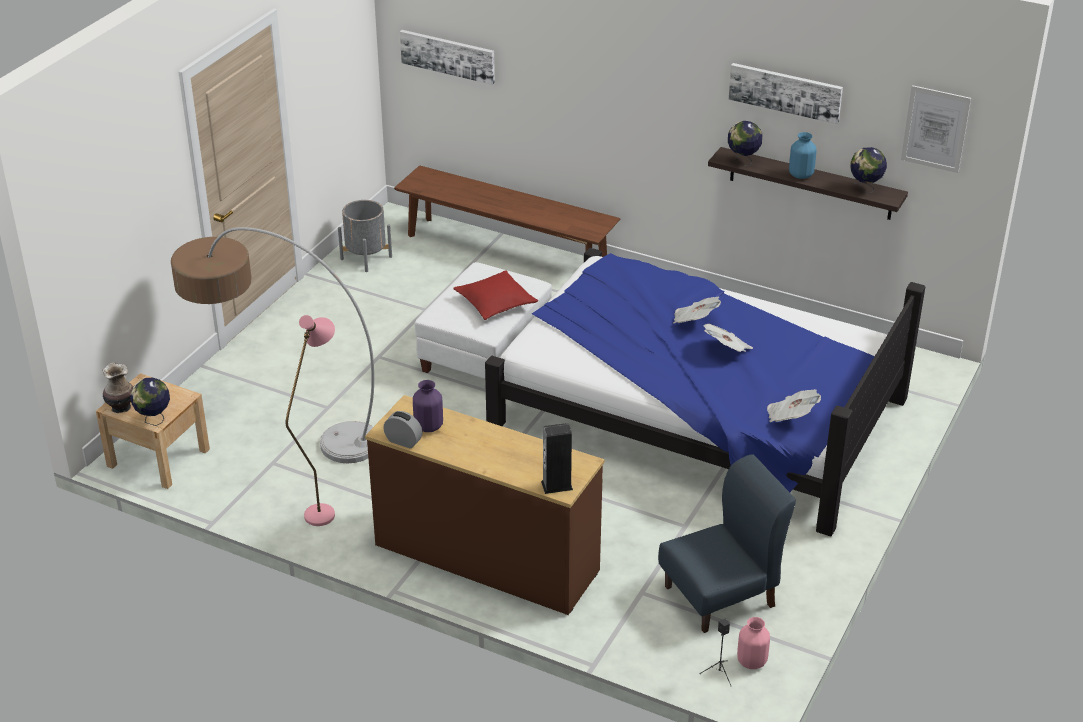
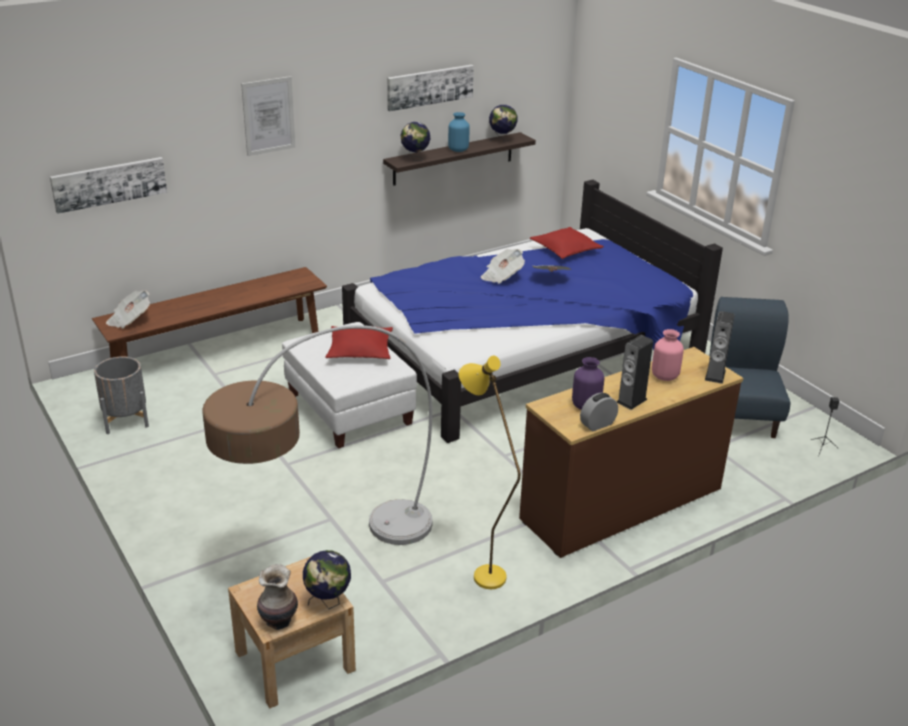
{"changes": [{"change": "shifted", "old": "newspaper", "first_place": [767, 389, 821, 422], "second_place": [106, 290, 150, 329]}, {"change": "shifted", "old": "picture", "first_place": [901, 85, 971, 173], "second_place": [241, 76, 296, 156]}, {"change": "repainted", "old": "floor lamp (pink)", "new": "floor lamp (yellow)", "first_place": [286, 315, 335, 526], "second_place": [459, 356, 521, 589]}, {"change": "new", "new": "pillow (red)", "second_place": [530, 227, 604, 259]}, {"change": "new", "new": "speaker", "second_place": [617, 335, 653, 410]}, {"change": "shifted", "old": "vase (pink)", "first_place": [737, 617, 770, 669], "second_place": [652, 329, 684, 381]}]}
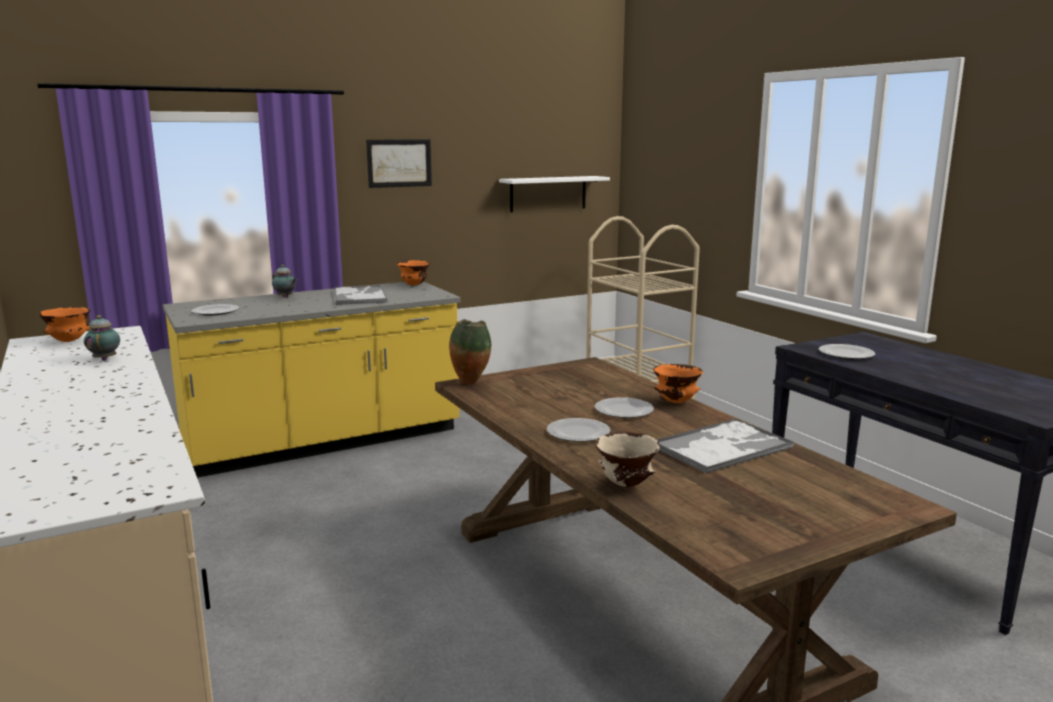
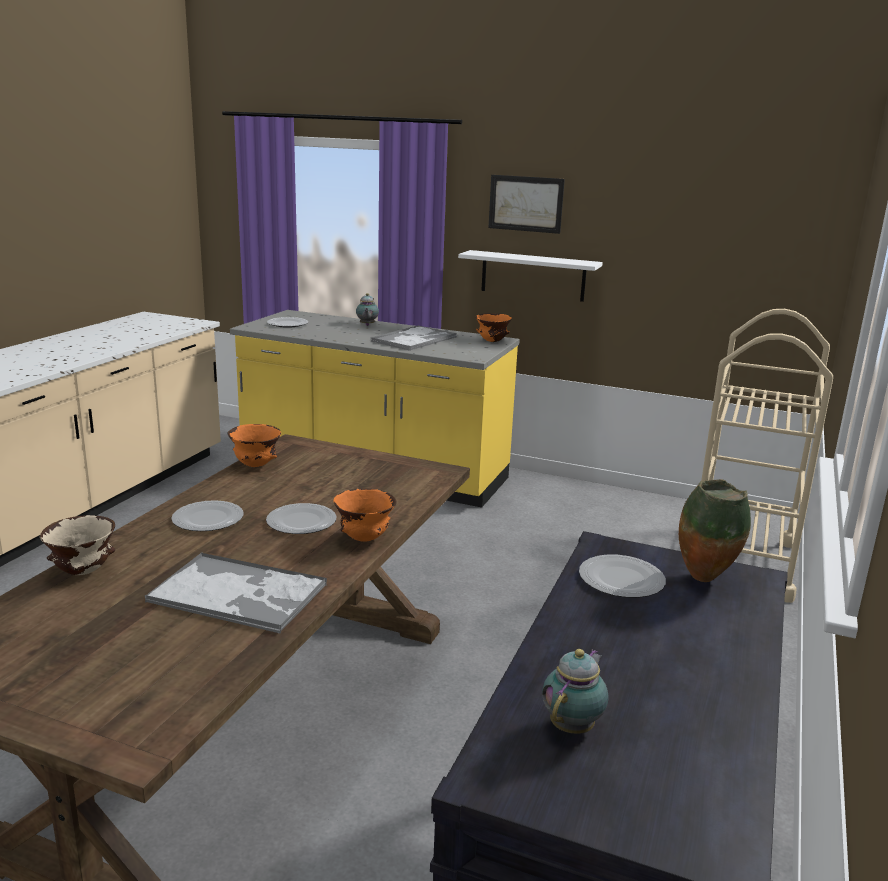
{"changes": [{"change": "shifted", "old": "bowl (orange)", "first_place": [39, 307, 91, 342], "second_place": [228, 424, 281, 467]}, {"change": "shifted", "old": "shelf (white)", "first_place": [499, 176, 610, 212], "second_place": [458, 250, 603, 302]}, {"change": "shifted", "old": "teapot", "first_place": [84, 315, 120, 361], "second_place": [542, 649, 608, 734]}, {"change": "shifted", "old": "vase", "first_place": [449, 319, 491, 385], "second_place": [679, 479, 751, 582]}]}
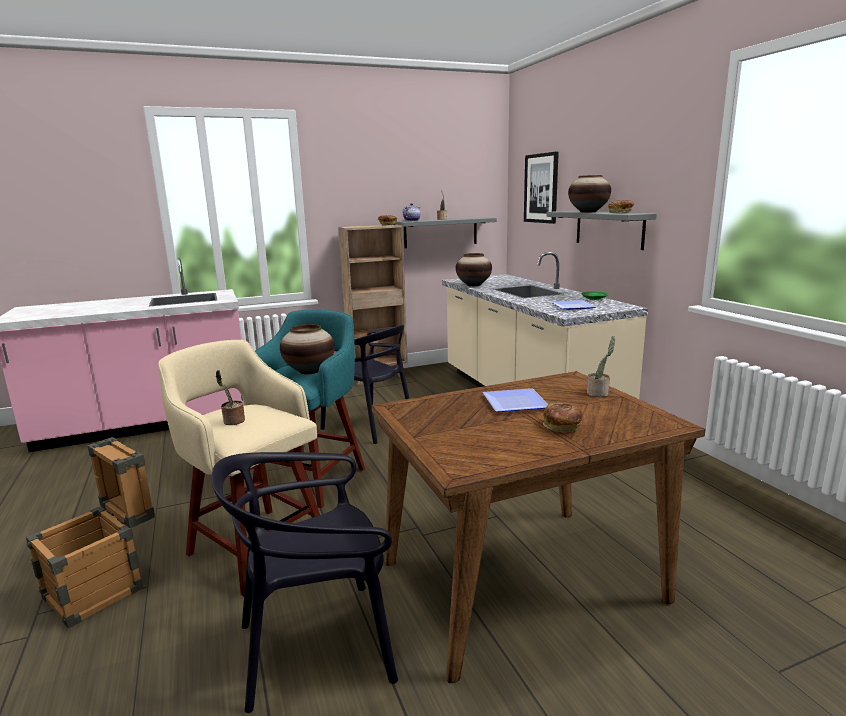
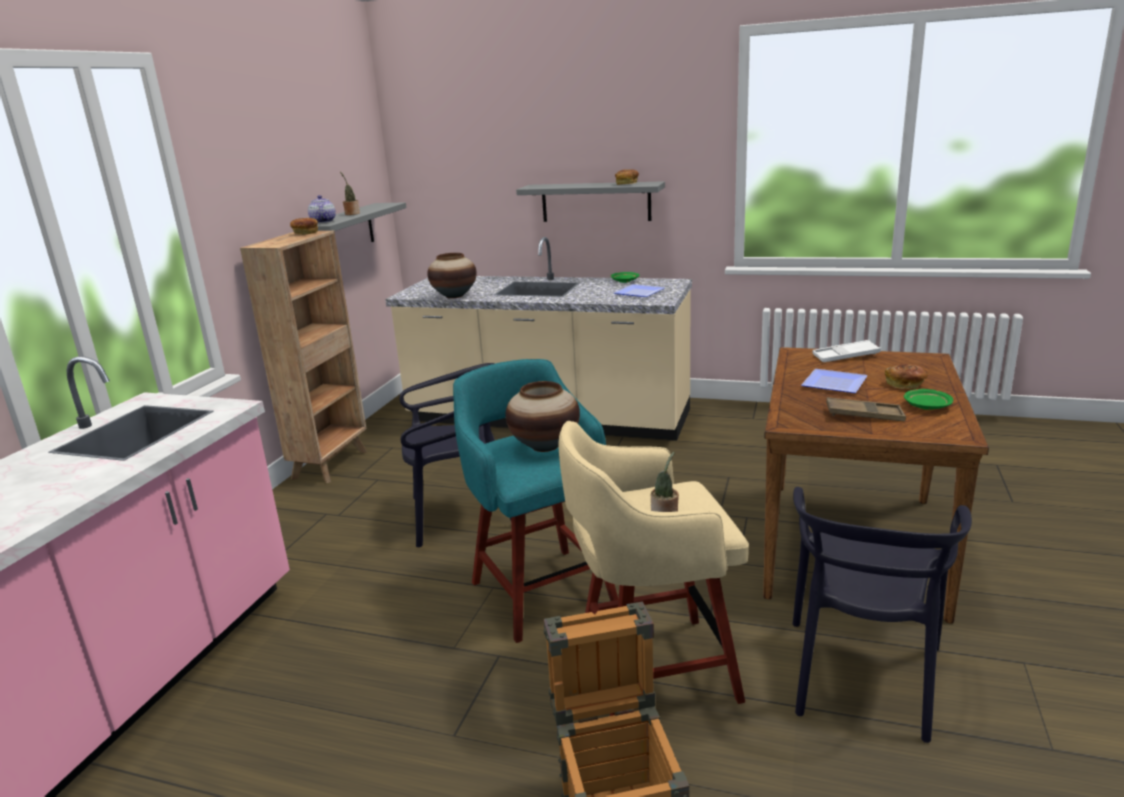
{"changes": [{"change": "swapped", "old": "potted plant", "new": "tray (white)", "first_place": [587, 336, 615, 397], "second_place": [813, 340, 881, 362]}, {"change": "new", "new": "tray (brown)", "second_place": [826, 397, 906, 421]}, {"change": "new", "new": "plate (green)", "second_place": [904, 389, 953, 410]}, {"change": "gone", "old": "picture", "first_place": [524, 152, 559, 224]}, {"change": "gone", "old": "vase", "first_place": [568, 175, 611, 213]}]}
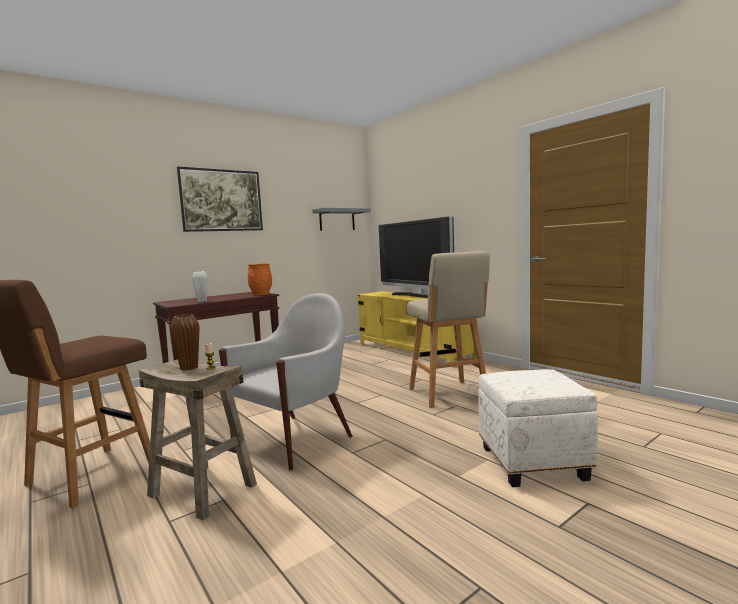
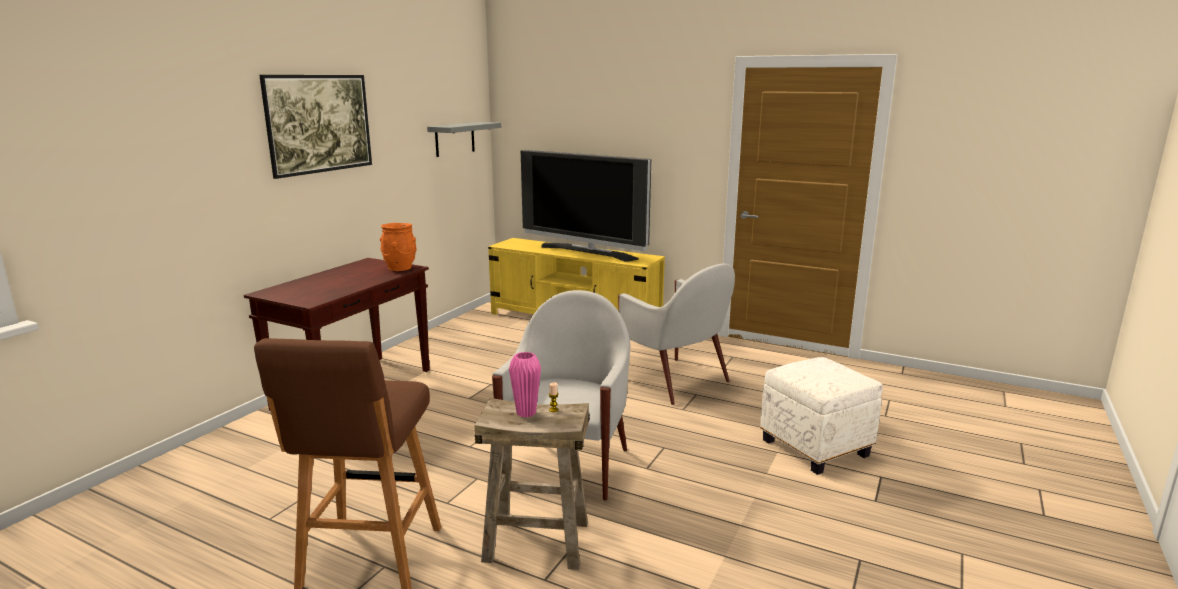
{"changes": [{"change": "repainted", "old": "vase (brown)", "new": "vase (pink)", "first_place": [170, 314, 200, 370], "second_place": [509, 352, 541, 417]}, {"change": "swapped", "old": "stool (beige)", "new": "armchair (white)", "first_place": [407, 251, 490, 408], "second_place": [618, 263, 735, 405]}, {"change": "gone", "old": "vase (white)", "first_place": [192, 271, 208, 302]}]}
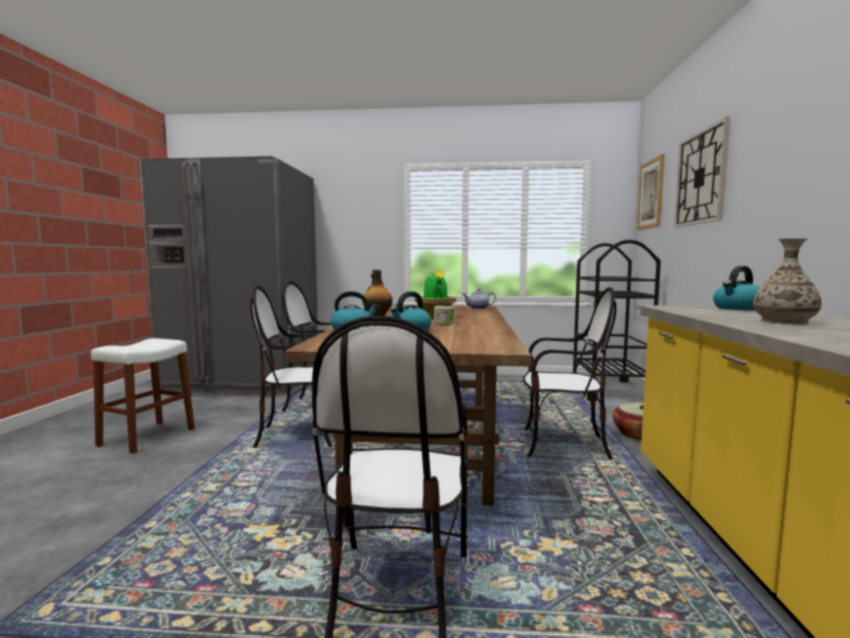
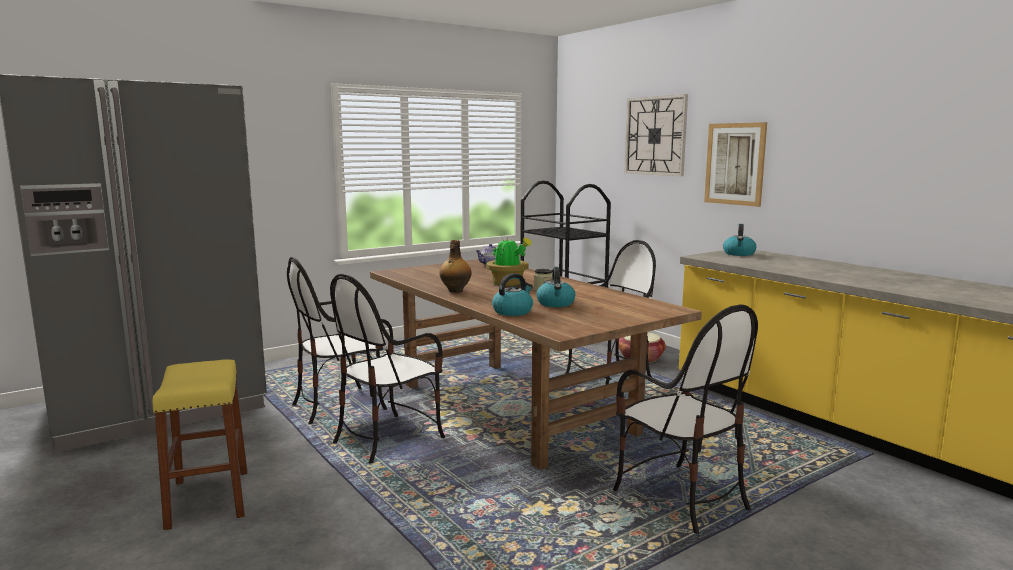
{"changes": [{"change": "repainted", "old": "stool (white)", "new": "stool (yellow)", "first_place": [91, 338, 195, 454], "second_place": [152, 359, 247, 530]}, {"change": "shifted", "old": "picture", "first_place": [637, 154, 665, 230], "second_place": [704, 122, 767, 207]}, {"change": "gone", "old": "vase", "first_place": [753, 238, 822, 324]}]}
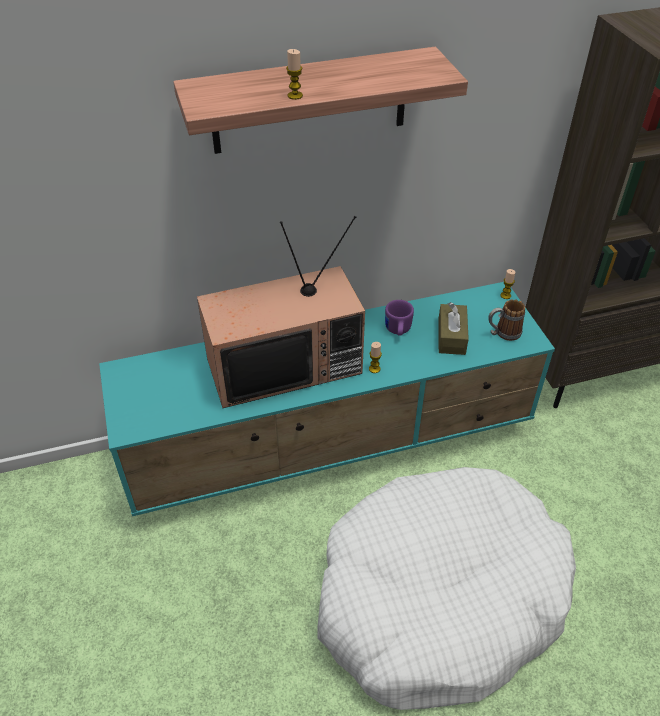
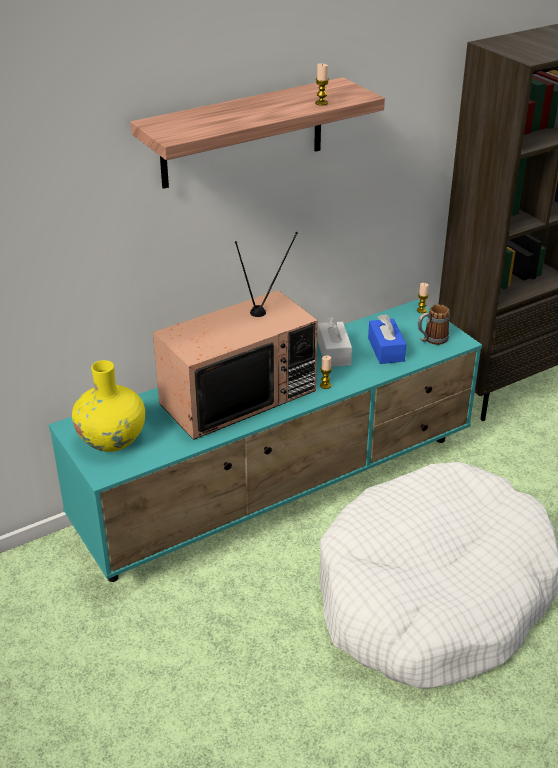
{"changes": [{"change": "new", "new": "vase (yellow)", "second_place": [72, 360, 145, 452]}, {"change": "shifted", "old": "candle", "first_place": [286, 49, 303, 100], "second_place": [315, 63, 329, 106]}, {"change": "swapped", "old": "mug (purple)", "new": "tissue box (white)", "first_place": [385, 300, 414, 336], "second_place": [317, 317, 352, 367]}, {"change": "repainted", "old": "tissue box (brown)", "new": "tissue box (blue)", "first_place": [438, 302, 469, 355], "second_place": [368, 314, 406, 364]}]}
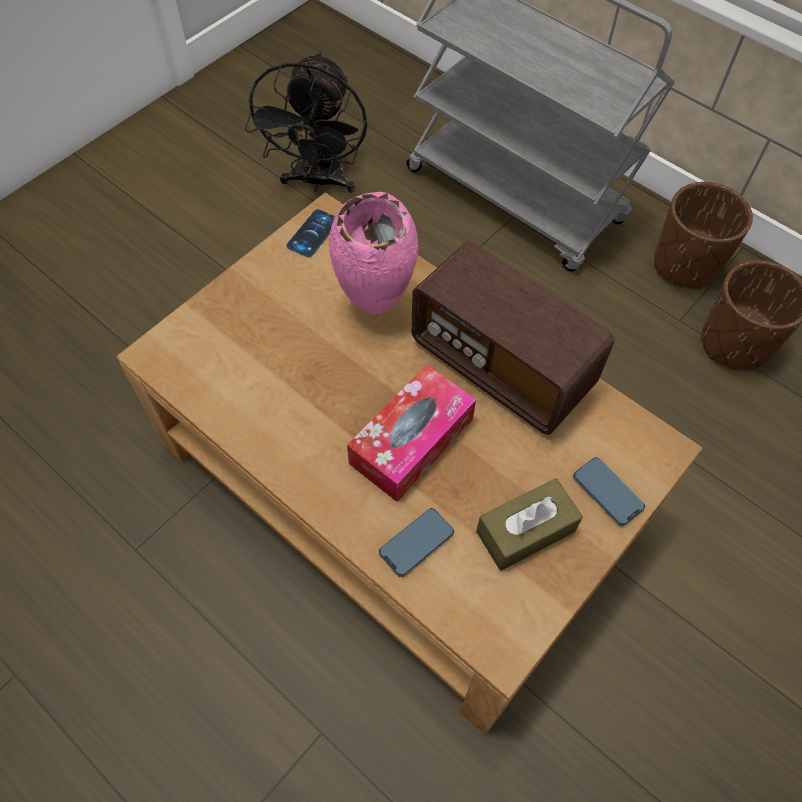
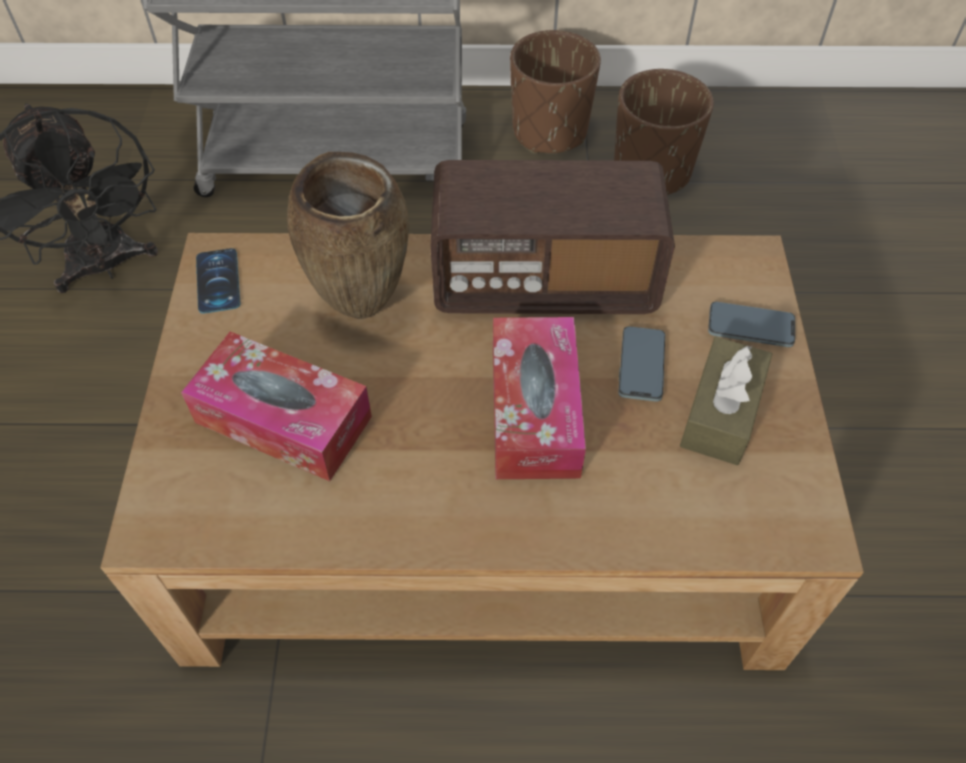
{"changes": [{"change": "new", "new": "tissue box", "second_place": [181, 332, 372, 481]}, {"change": "repainted", "old": "vase (pink)", "new": "vase (brown)", "first_place": [329, 192, 418, 314], "second_place": [287, 152, 409, 319]}, {"change": "shifted", "old": "phone", "first_place": [379, 508, 454, 577], "second_place": [618, 326, 665, 402]}]}
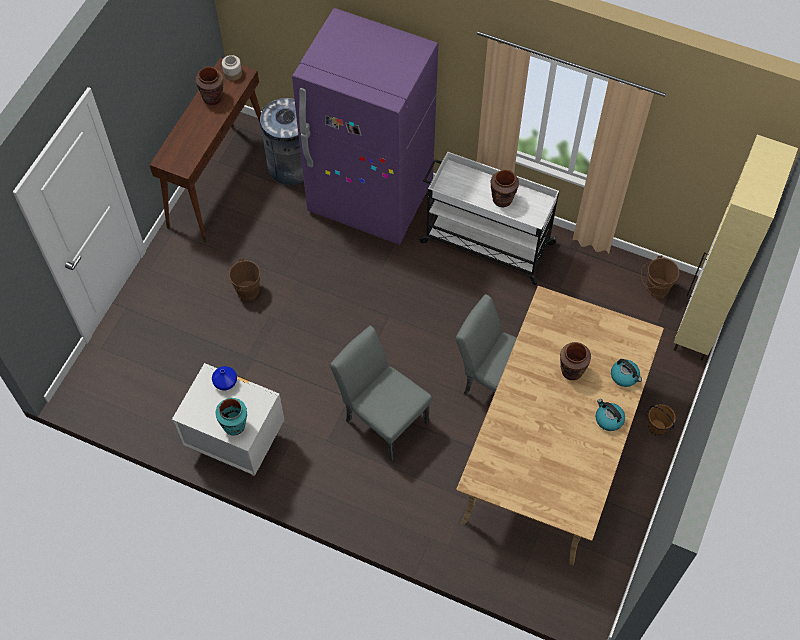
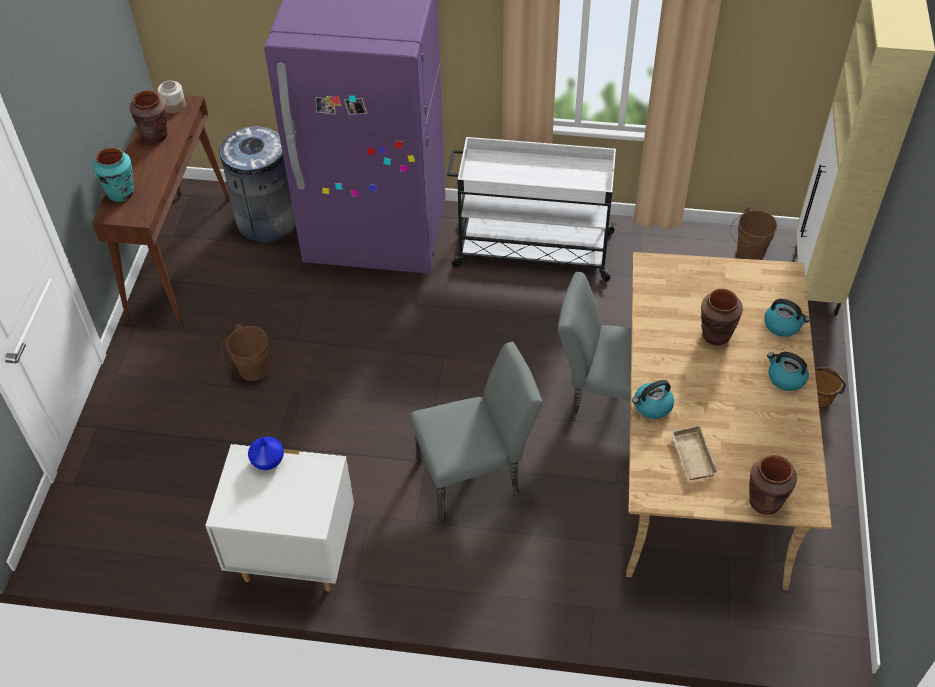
{"changes": [{"change": "shifted", "old": "vase (turquoise)", "first_place": [216, 398, 247, 436], "second_place": [93, 148, 133, 202]}, {"change": "rotated", "old": "chair (grey)", "first_place": [330, 326, 432, 461], "second_place": [411, 342, 543, 520], "degrees": 135}, {"change": "new", "new": "kettle", "second_place": [632, 380, 674, 419]}, {"change": "new", "new": "tray (beige)", "second_place": [670, 425, 719, 480]}, {"change": "shifted", "old": "vase (brown)", "first_place": [490, 170, 519, 207], "second_place": [749, 455, 797, 515]}]}
